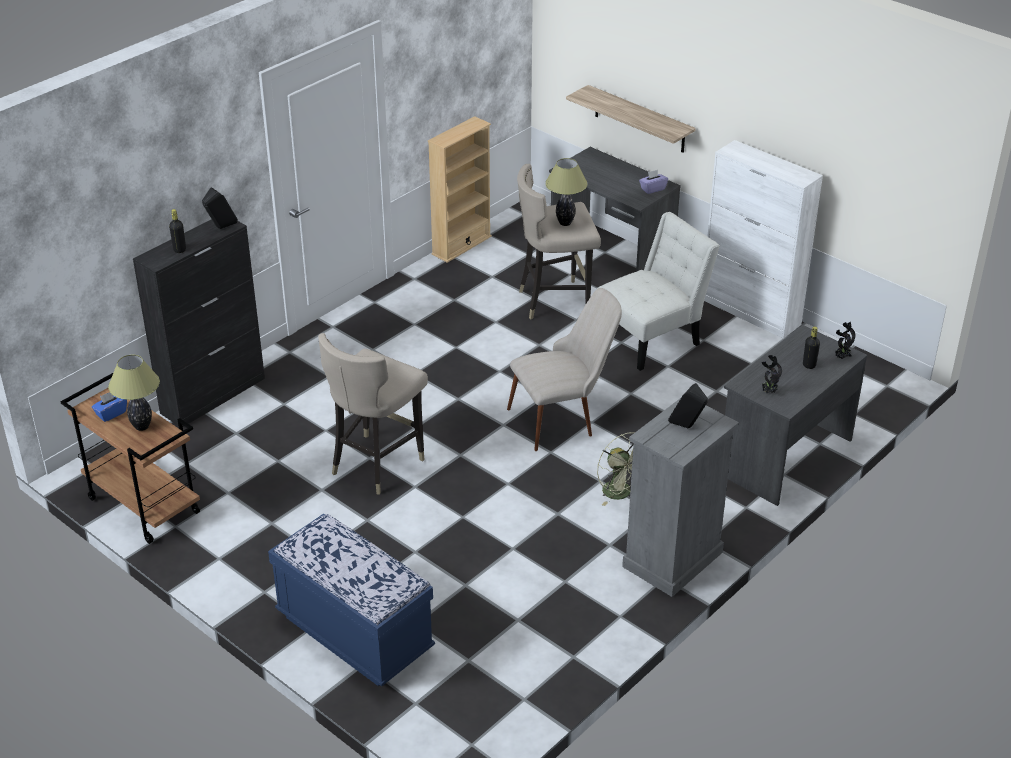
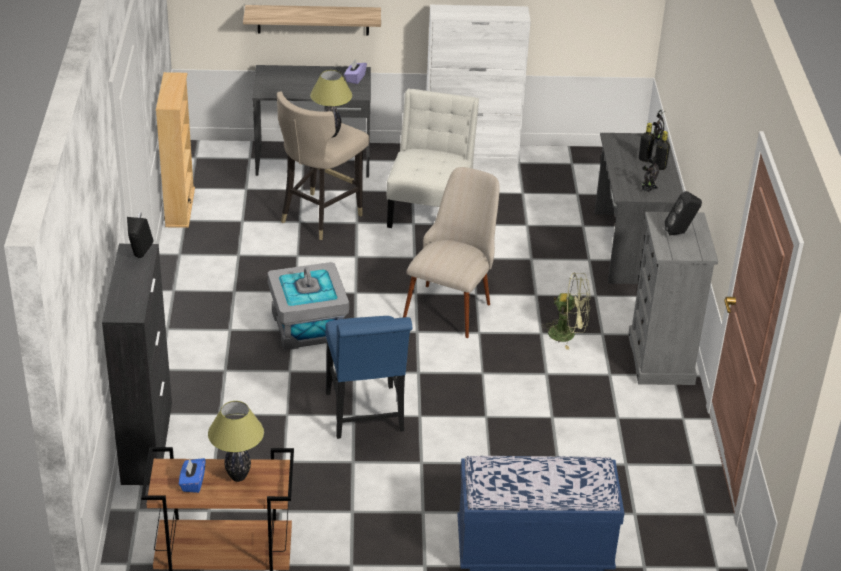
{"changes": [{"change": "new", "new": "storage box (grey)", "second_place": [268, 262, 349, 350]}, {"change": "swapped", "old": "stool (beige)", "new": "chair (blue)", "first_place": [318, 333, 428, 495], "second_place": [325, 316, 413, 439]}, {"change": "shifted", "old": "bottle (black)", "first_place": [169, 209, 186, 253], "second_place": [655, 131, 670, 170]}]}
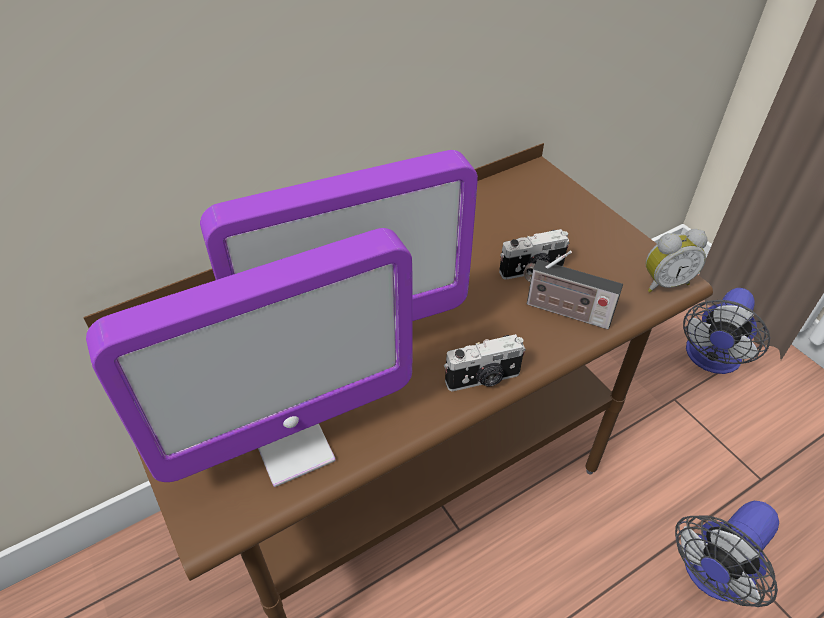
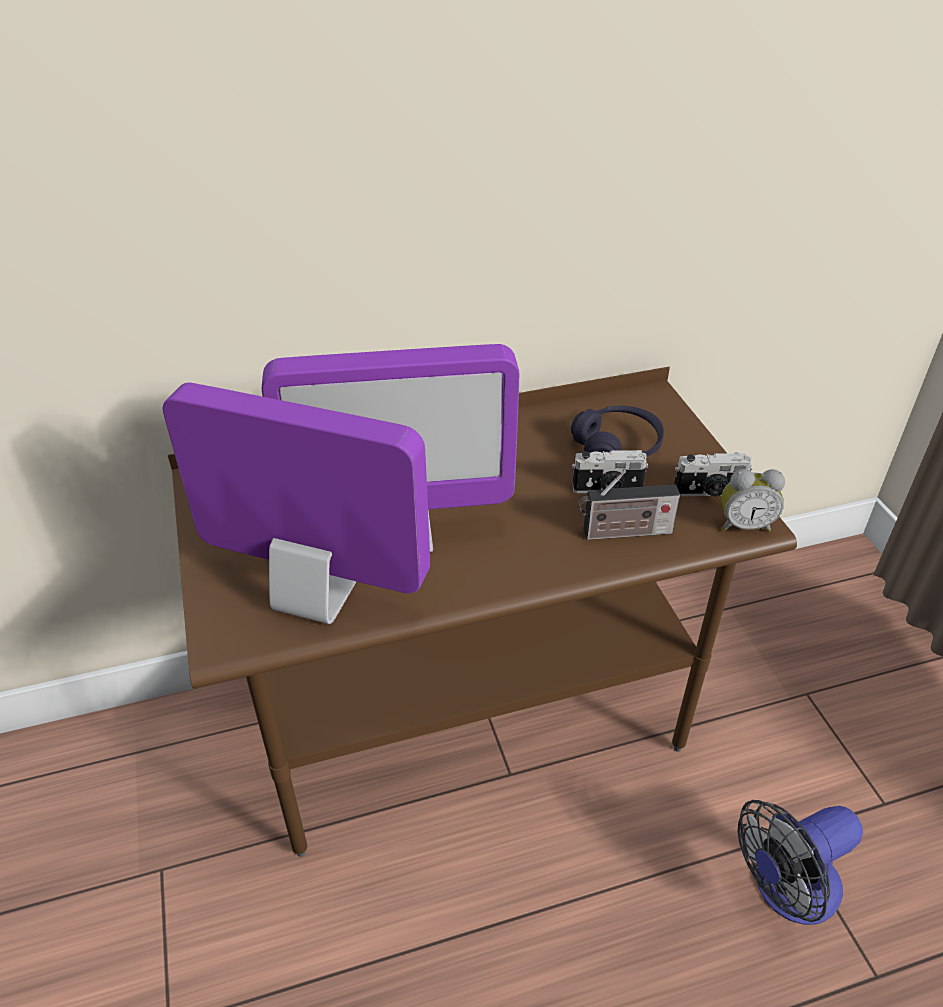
{"changes": [{"change": "rotated", "old": "monitor", "first_place": [86, 228, 413, 487], "second_place": [163, 383, 430, 624], "degrees": -150}, {"change": "new", "new": "headphones (purple)", "second_place": [571, 406, 664, 456]}, {"change": "rotated", "old": "radio", "first_place": [523, 251, 623, 329], "second_place": [578, 470, 680, 540], "degrees": -45}, {"change": "shifted", "old": "photo camera", "first_place": [444, 334, 526, 391], "second_place": [674, 453, 752, 496]}, {"change": "gone", "old": "fan", "first_place": [683, 288, 770, 374]}]}
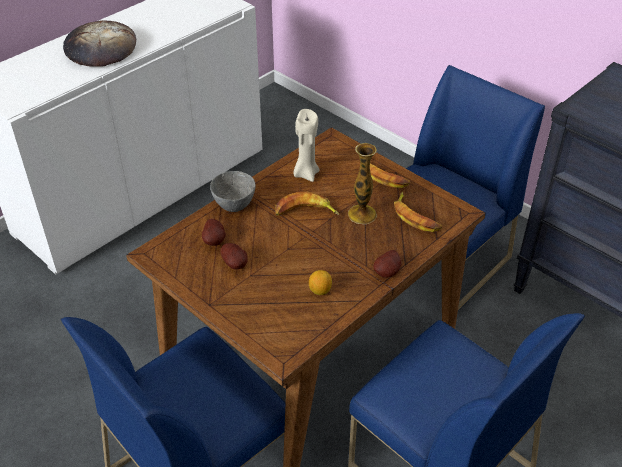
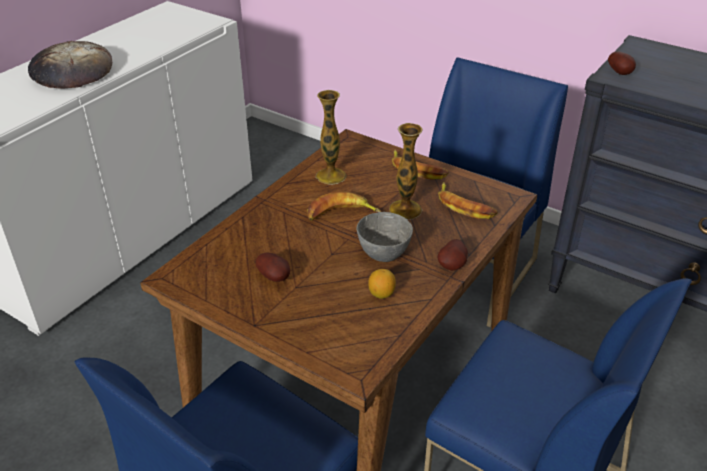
{"changes": [{"change": "swapped", "old": "candle (beige)", "new": "vase", "first_place": [293, 109, 320, 182], "second_place": [315, 90, 347, 185]}, {"change": "shifted", "old": "bowl (grey)", "first_place": [210, 171, 256, 212], "second_place": [357, 212, 413, 262]}, {"change": "shifted", "old": "potato", "first_place": [202, 219, 226, 246], "second_place": [608, 51, 636, 75]}]}
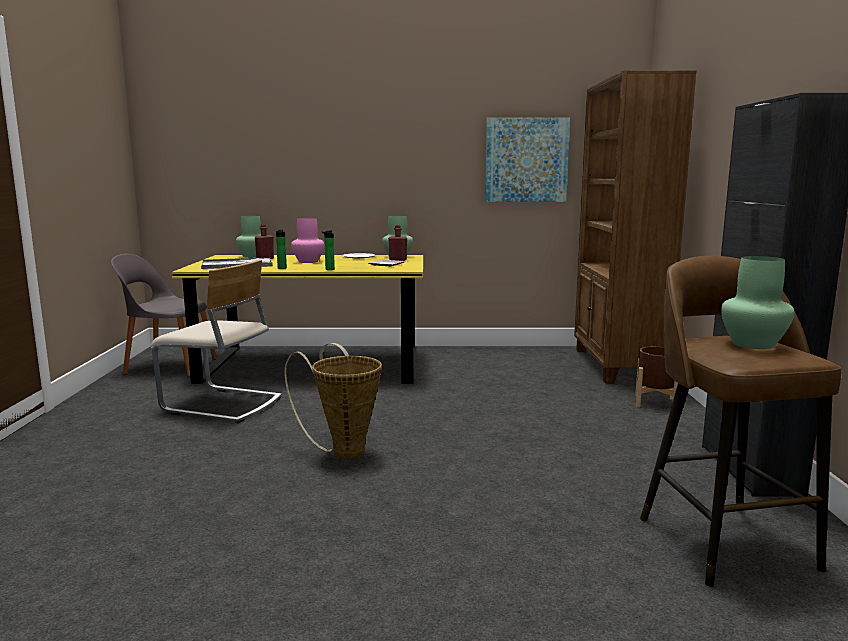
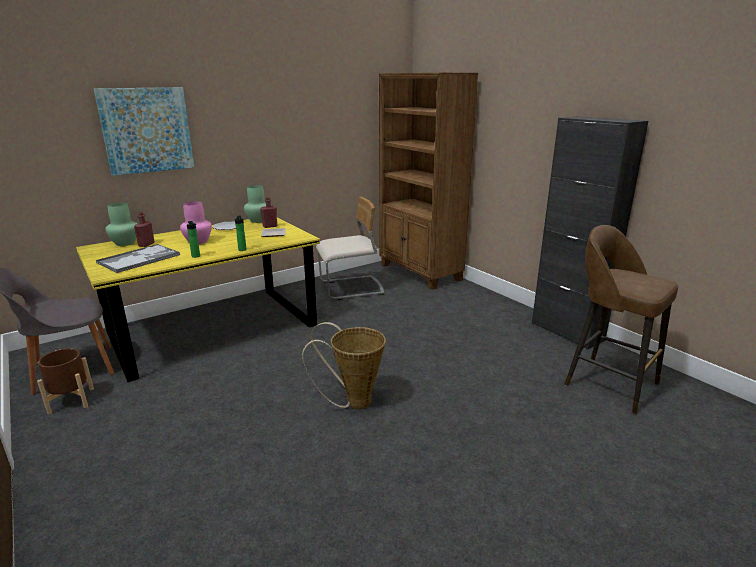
{"changes": [{"change": "shifted", "old": "planter (brown)", "first_place": [635, 346, 678, 407], "second_place": [37, 348, 94, 415]}, {"change": "shifted", "old": "picture", "first_place": [485, 117, 570, 202], "second_place": [94, 87, 194, 176]}, {"change": "shifted", "old": "chair (beige)", "first_place": [151, 260, 282, 423], "second_place": [316, 197, 384, 300]}, {"change": "gone", "old": "vase (green)", "first_place": [721, 256, 795, 349]}]}
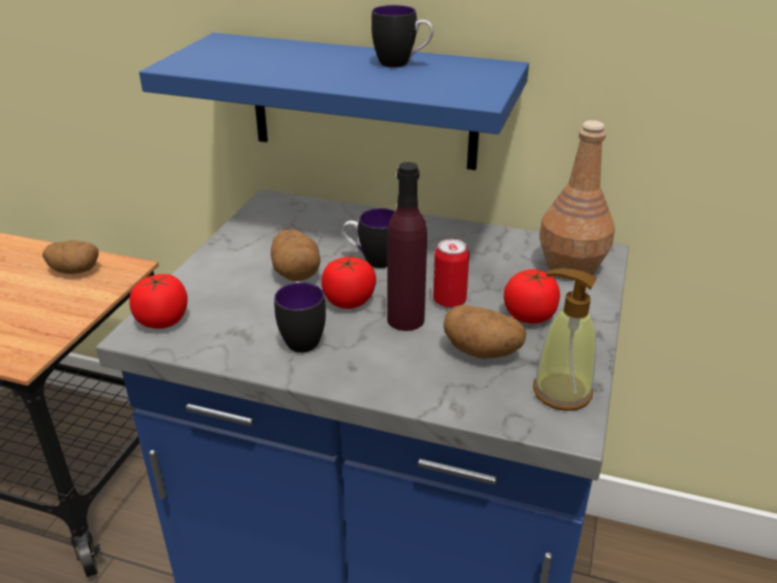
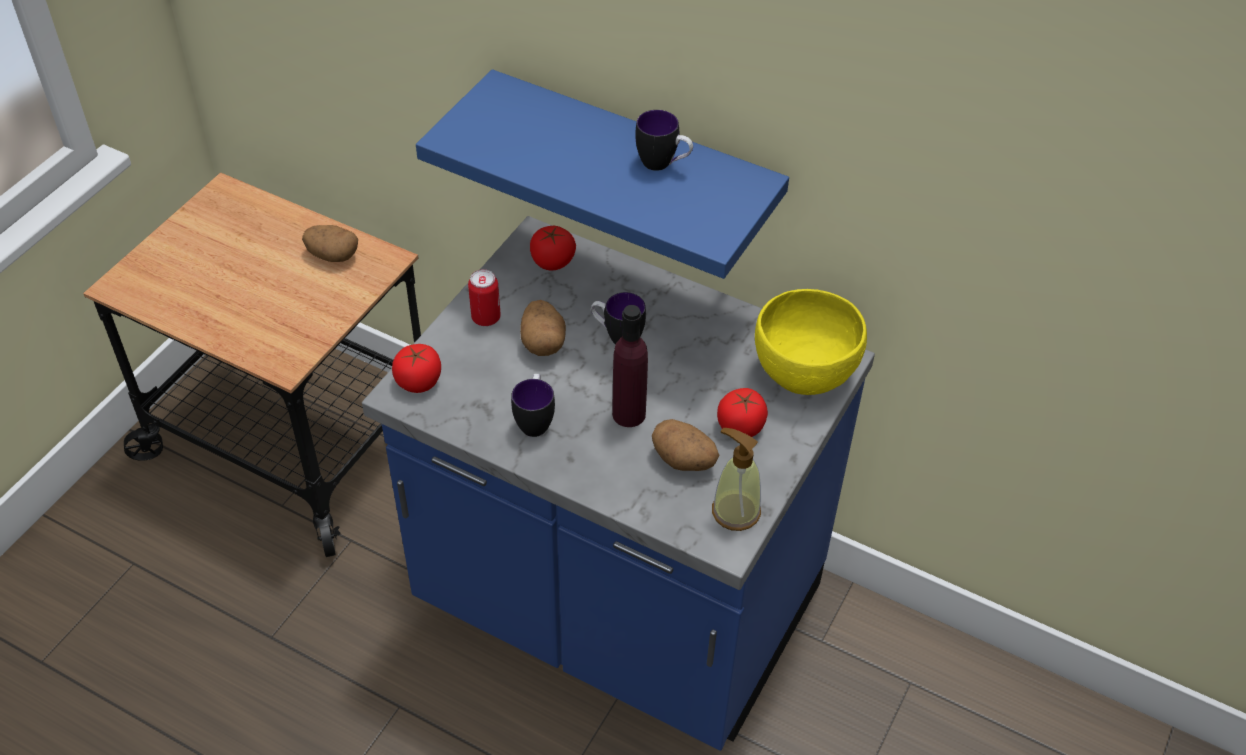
{"changes": [{"change": "shifted", "old": "can", "first_place": [433, 238, 469, 308], "second_place": [468, 269, 501, 326]}, {"change": "shifted", "old": "tomato", "first_place": [321, 256, 376, 309], "second_place": [530, 226, 576, 271]}, {"change": "swapped", "old": "bottle (brown)", "new": "bowl (yellow)", "first_place": [539, 120, 615, 280], "second_place": [755, 289, 867, 395]}]}
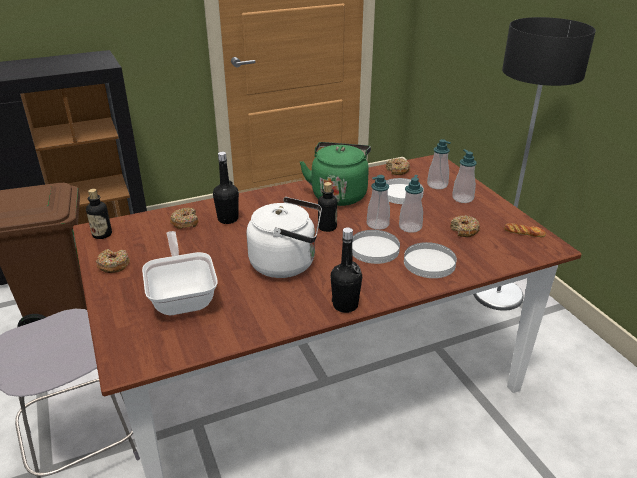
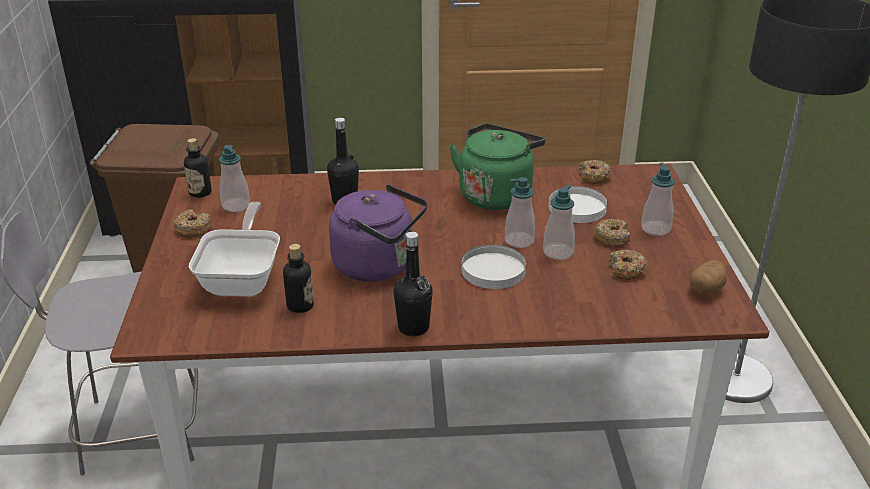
{"changes": [{"change": "shifted", "old": "soap dispenser", "first_place": [427, 139, 451, 189], "second_place": [219, 145, 250, 212]}, {"change": "shifted", "old": "bottle", "first_place": [318, 182, 337, 232], "second_place": [283, 244, 314, 313]}, {"change": "repainted", "old": "kettle (white)", "new": "kettle (purple)", "first_place": [247, 197, 322, 278], "second_place": [329, 184, 428, 282]}, {"change": "shifted", "old": "donut", "first_place": [170, 207, 198, 229], "second_place": [594, 219, 630, 247]}, {"change": "swapped", "old": "bread", "new": "potato", "first_place": [504, 223, 546, 237], "second_place": [690, 260, 727, 295]}, {"change": "gone", "old": "plate (white)", "first_place": [404, 242, 457, 278]}]}
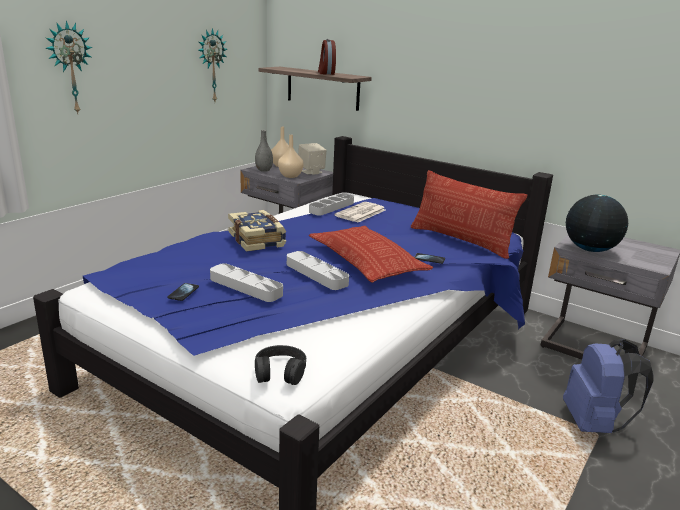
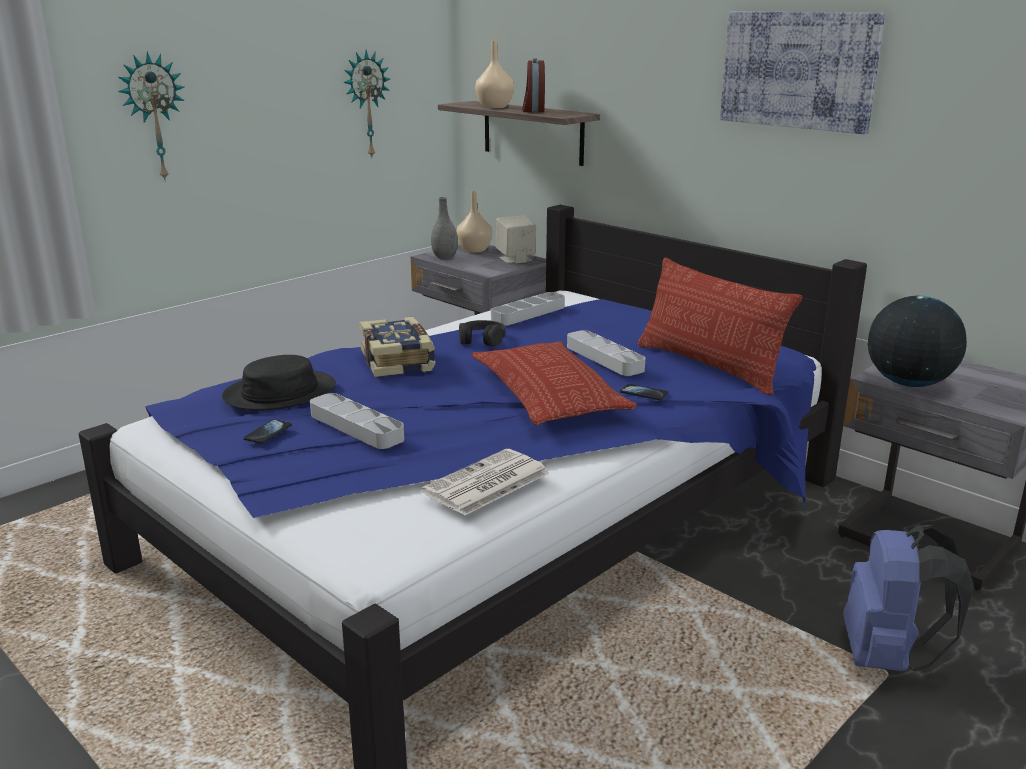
{"changes": [{"change": "new", "new": "hat (black)", "second_place": [222, 355, 336, 410]}, {"change": "shifted", "old": "newspaper", "first_place": [334, 202, 385, 223], "second_place": [421, 449, 549, 516]}, {"change": "shifted", "old": "headphones (black)", "first_place": [255, 345, 306, 385], "second_place": [459, 320, 505, 347]}, {"change": "shifted", "old": "vase (beige)", "first_place": [278, 135, 304, 178], "second_place": [475, 40, 514, 108]}, {"change": "shifted", "old": "tray (grey)", "first_place": [287, 251, 349, 290], "second_place": [567, 330, 645, 376]}, {"change": "new", "new": "picture", "second_place": [720, 11, 885, 134]}]}
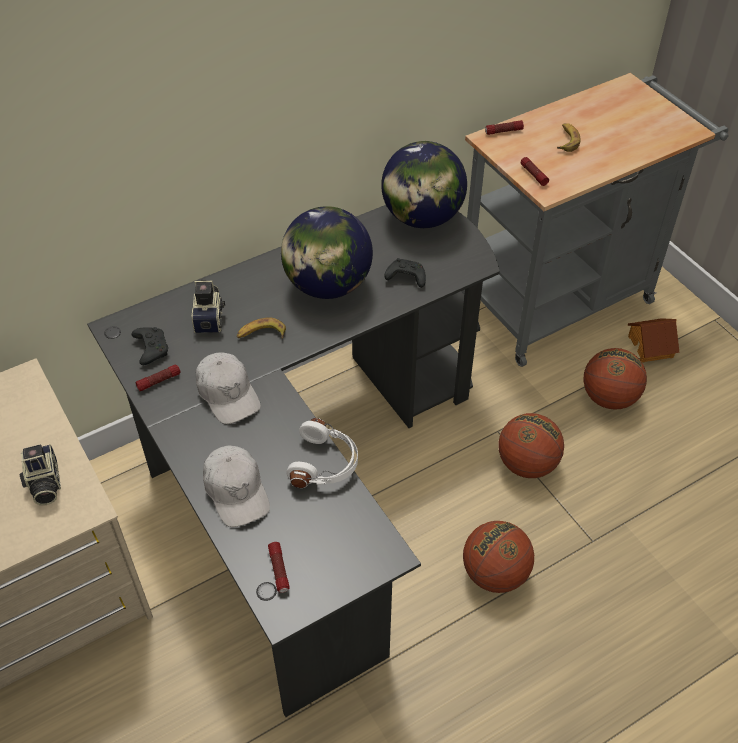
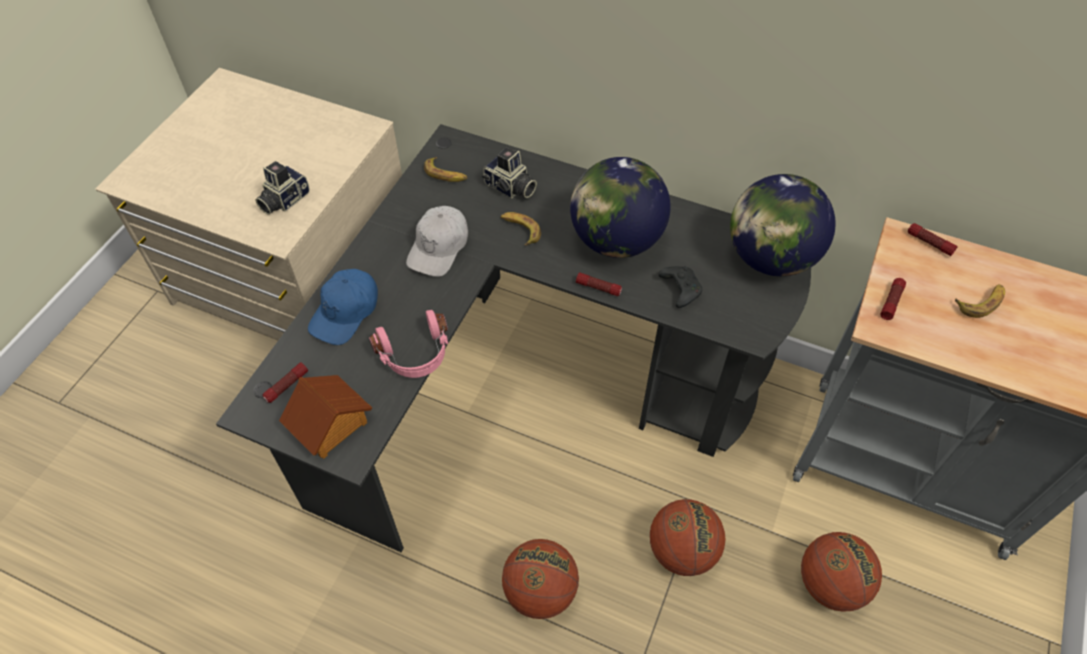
{"changes": [{"change": "shifted", "old": "toy house", "first_place": [628, 318, 679, 363], "second_place": [279, 375, 372, 459]}, {"change": "repainted", "old": "cap (white)", "new": "cap (blue)", "first_place": [203, 445, 270, 527], "second_place": [308, 269, 378, 345]}, {"change": "repainted", "old": "headphones (white)", "new": "headphones (pink)", "first_place": [286, 418, 358, 488], "second_place": [369, 310, 448, 378]}, {"change": "swapped", "old": "game controller (black)", "new": "banana", "first_place": [131, 327, 168, 365], "second_place": [424, 157, 468, 182]}, {"change": "rotated", "old": "photo camera", "first_place": [192, 280, 225, 333], "second_place": [482, 147, 537, 199], "degrees": 75}, {"change": "shifted", "old": "flashlight", "first_place": [136, 365, 180, 391], "second_place": [576, 272, 622, 296]}]}
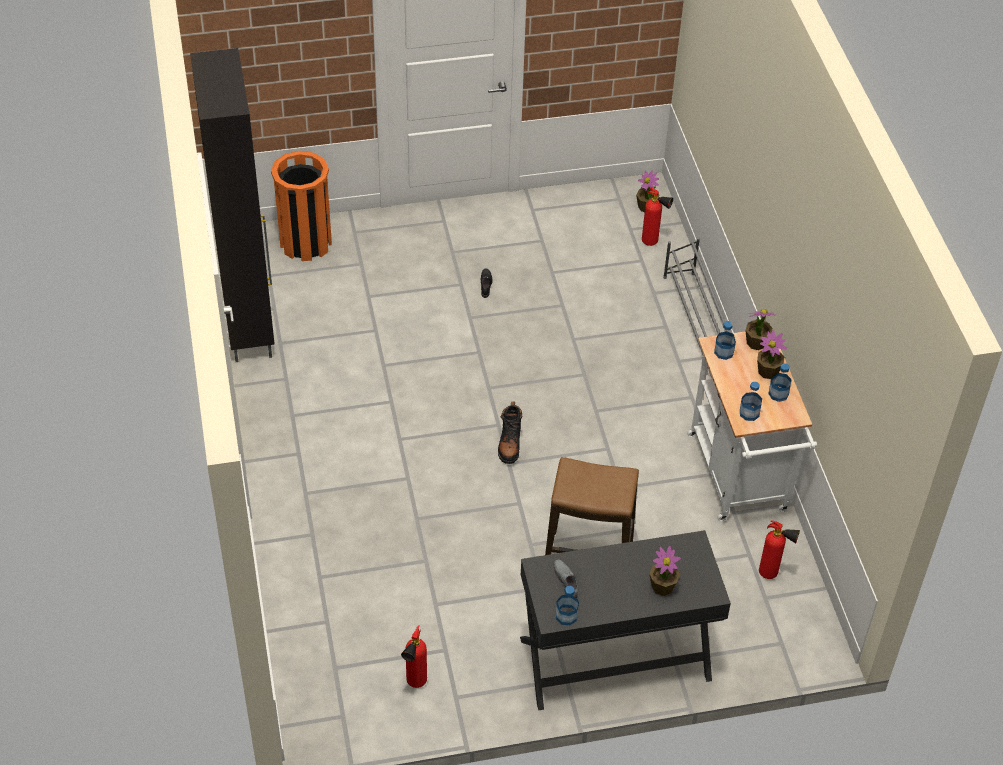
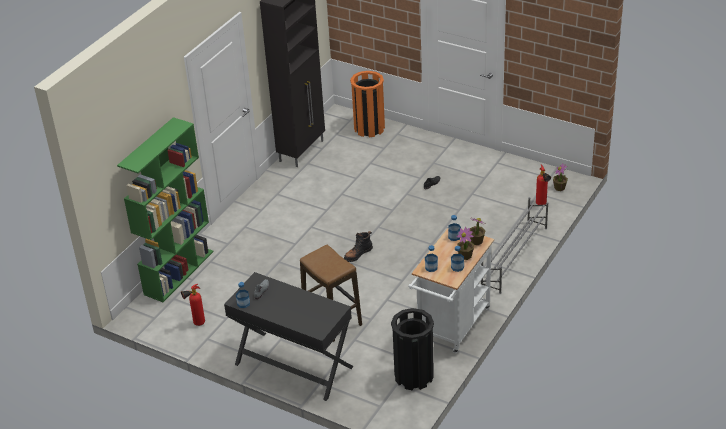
{"changes": [{"change": "new", "new": "bookcase (green)", "second_place": [117, 117, 213, 302]}, {"change": "swapped", "old": "fire extinguisher", "new": "trash can (black)", "first_place": [759, 521, 800, 579], "second_place": [391, 308, 434, 391]}, {"change": "gone", "old": "potted plant", "first_place": [649, 546, 681, 596]}]}
